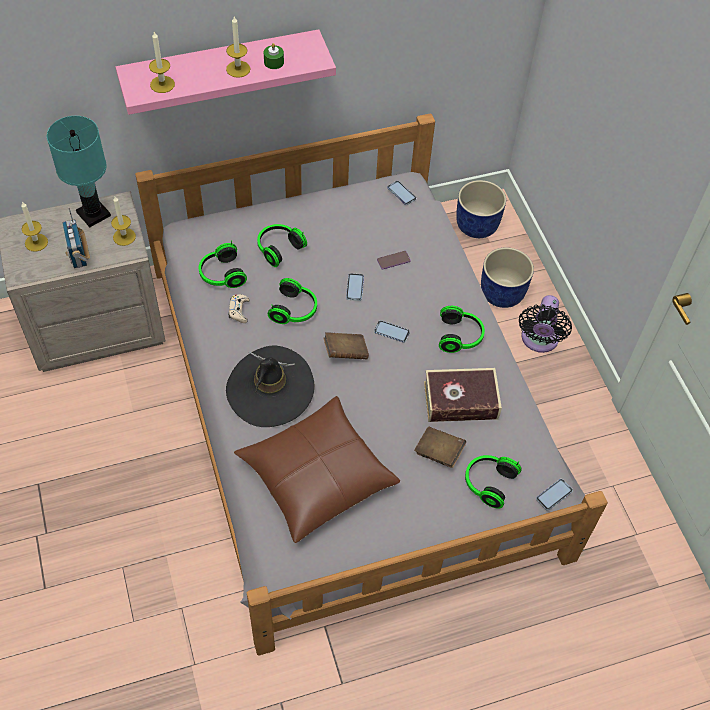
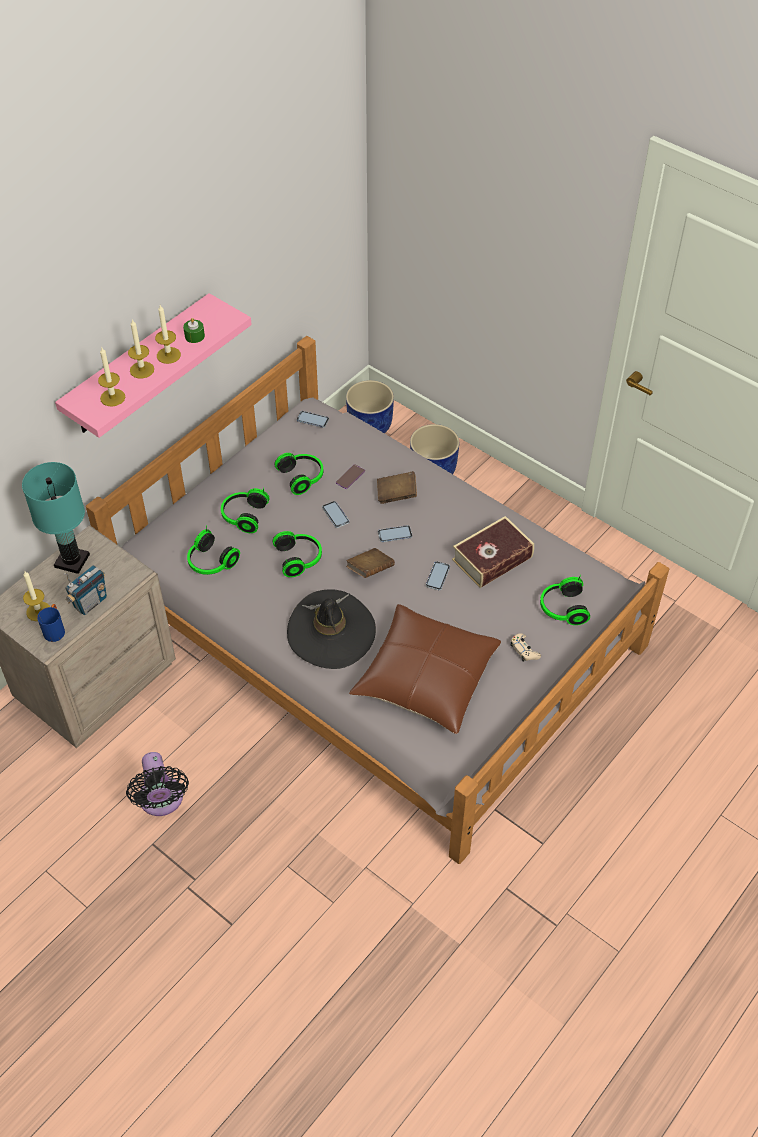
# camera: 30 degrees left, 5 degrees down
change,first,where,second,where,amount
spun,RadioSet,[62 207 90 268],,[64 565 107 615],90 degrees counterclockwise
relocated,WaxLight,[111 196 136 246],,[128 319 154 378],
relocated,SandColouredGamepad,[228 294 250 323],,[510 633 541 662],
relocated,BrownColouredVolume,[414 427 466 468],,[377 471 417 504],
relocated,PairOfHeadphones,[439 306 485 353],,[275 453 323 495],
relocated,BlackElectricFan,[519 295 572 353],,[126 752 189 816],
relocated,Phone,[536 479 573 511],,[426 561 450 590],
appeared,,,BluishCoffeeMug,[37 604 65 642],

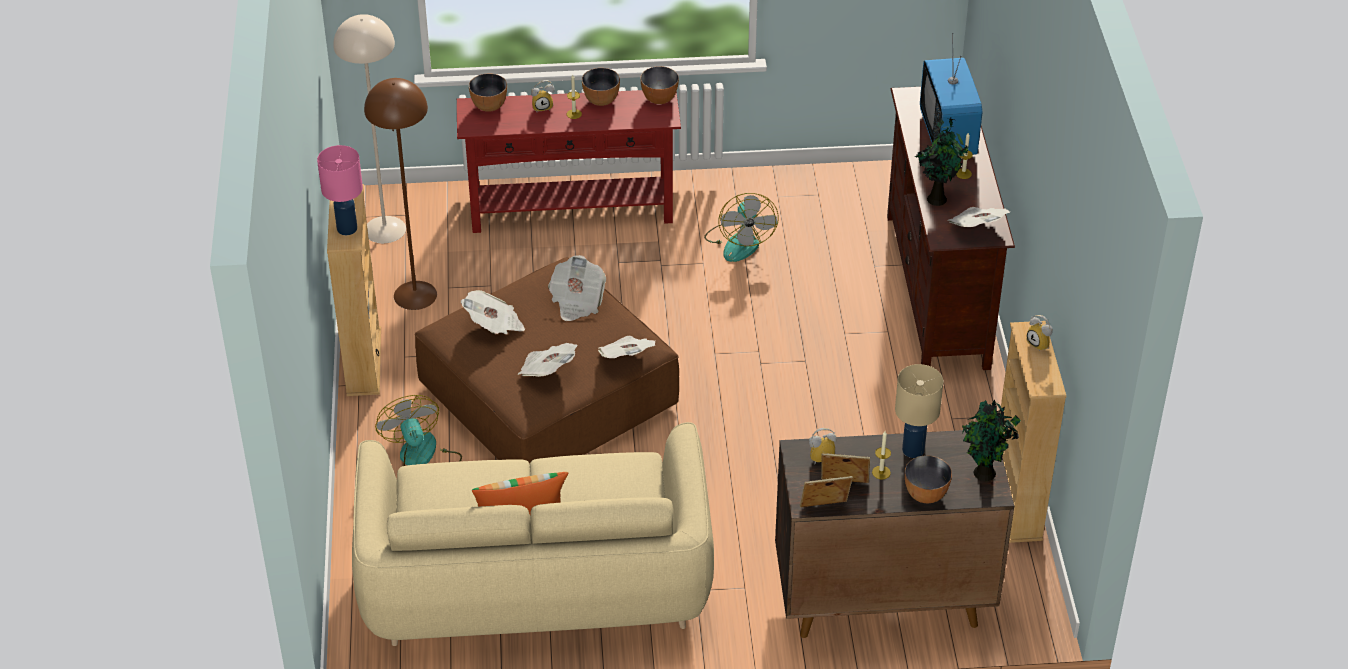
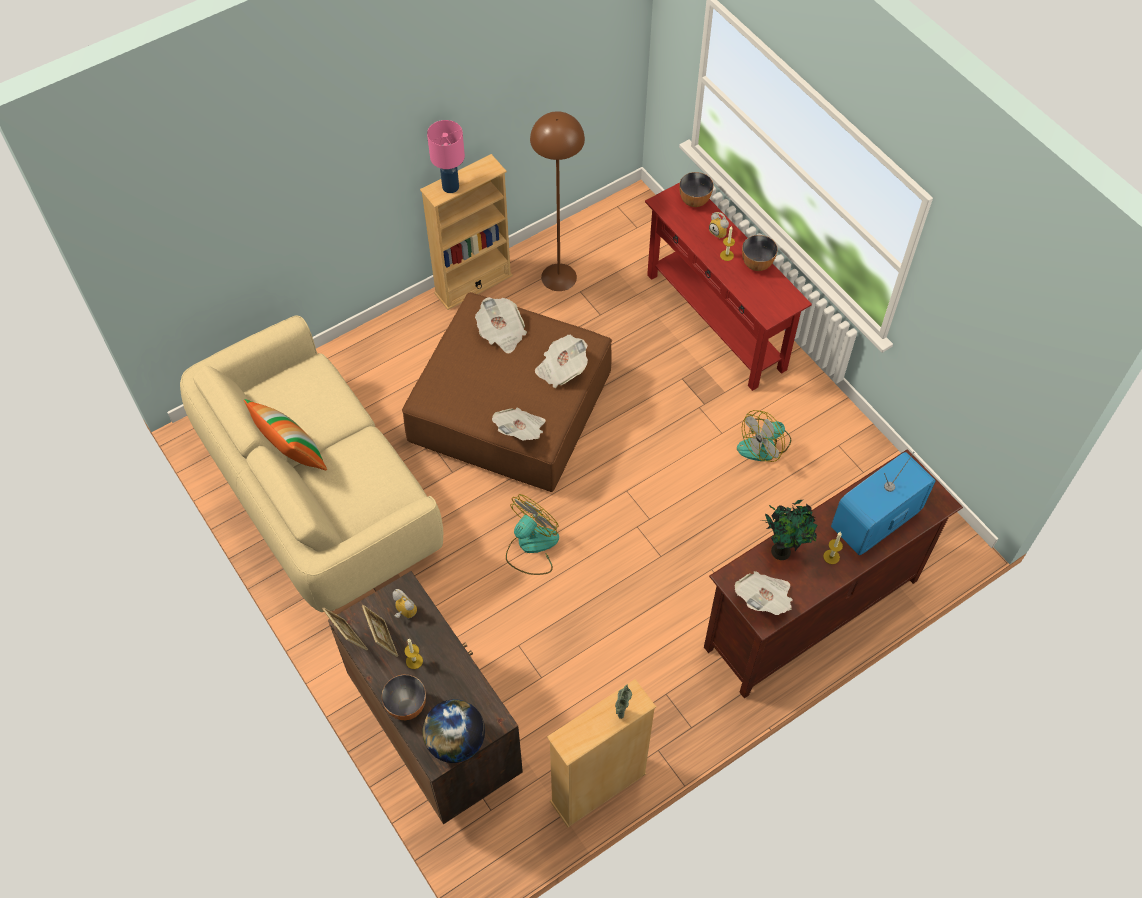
# camera: 60 degrees right, 15 degrees up
change,first,where,second,where,amount
missing,SandColouredStandingLamp,[333 14 406 243],,,
relocated,ElectricFan,[375 395 462 466],,[506 494 559 575],
missing,Newspaper,[518 343 578 377],,,
missing,Bowl,[641 66 679 104],,,
missing,SandColouredTabletopLamp,[895 364 943 458],,,
exchanged,PlantInAPot,[962 400 1021 481],WorldGlobe,[423 699 485 763],
exchanged,AlarmClock,[1027 315 1053 351],GreenColouredVase,[615 684 632 719],

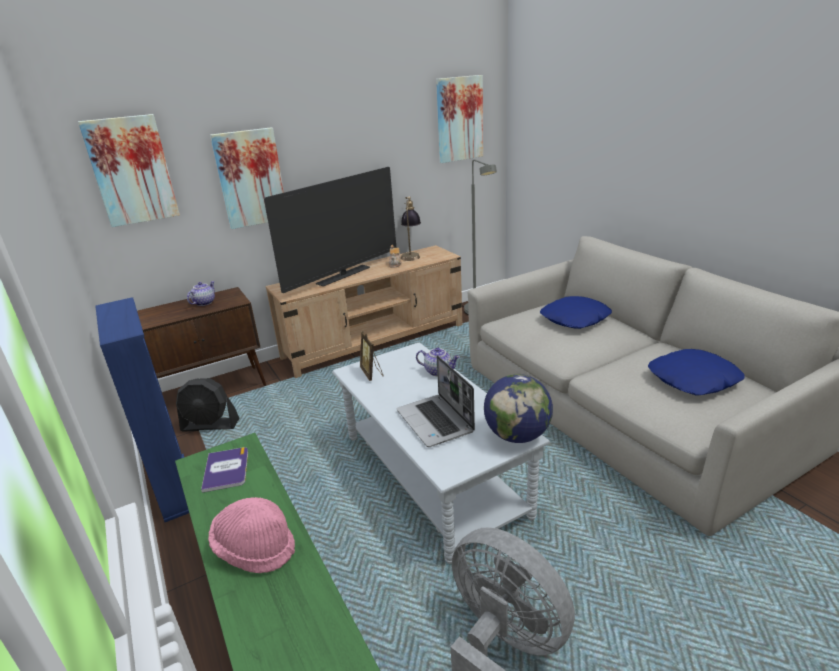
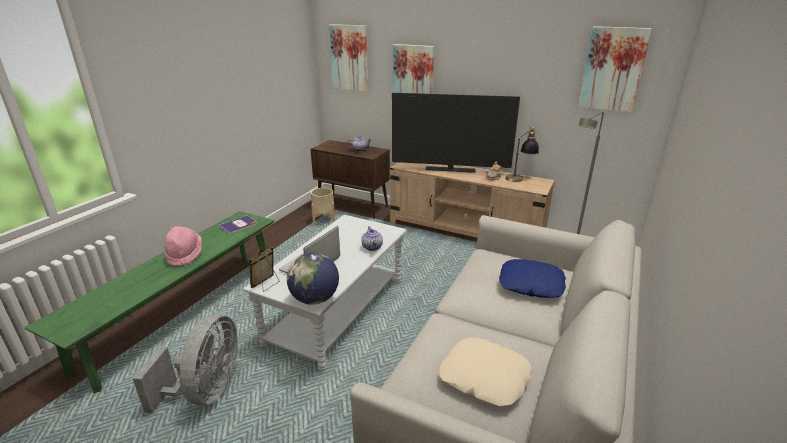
# camera: 55 degrees right, 0 degrees up
change,first,where,second,where,amount
missing,BluishBookcase,[95 297 189 522],,,
exchanged,BlackElectricFan,[176 378 239 431],SandColouredFlowerPot,[311 188 335 225],
relocated,StandingFrame,[360 331 383 381],,[249 247 279 292],
colour,BluishCushion,[648 349 745 396],SandColouredCushion,[439 337 532 407],

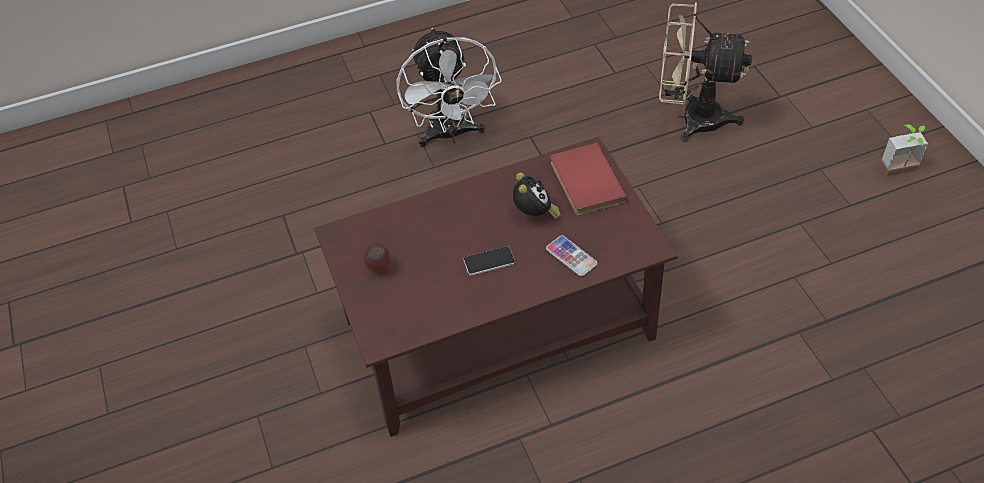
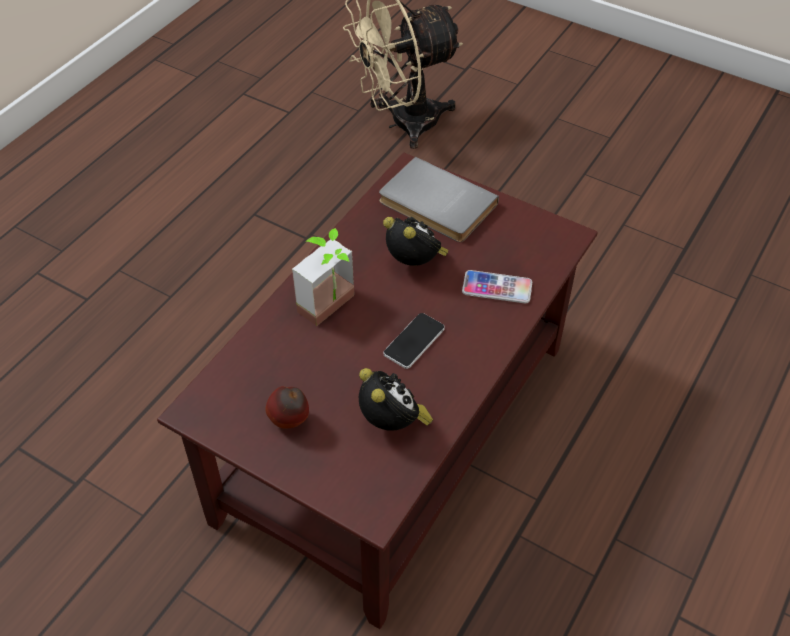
# camera: 40 degrees left, 0 degrees up
change,first,where,second,where,amount
missing,WhitishElectricFan,[397 28 502 147],,,
colour,RedColouredVolume,[551 143 627 216],GrayVolume,[379 157 499 242],
relocated,PlantInAPot,[880 125 928 176],,[292 228 354 326],
appeared,,,AlarmClock,[359 368 433 431],

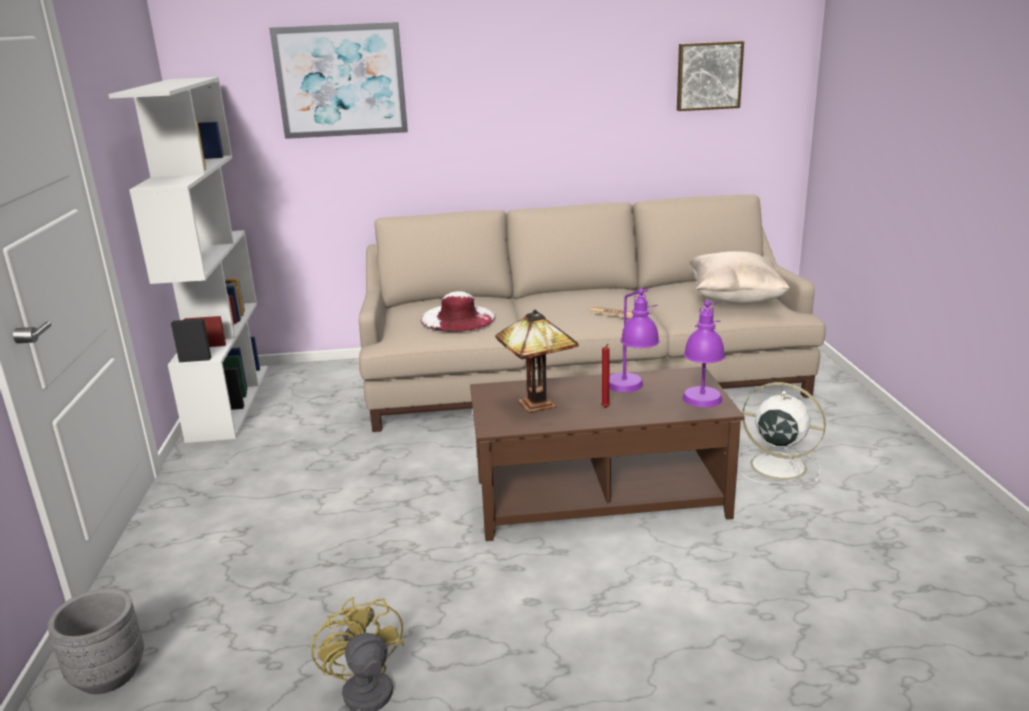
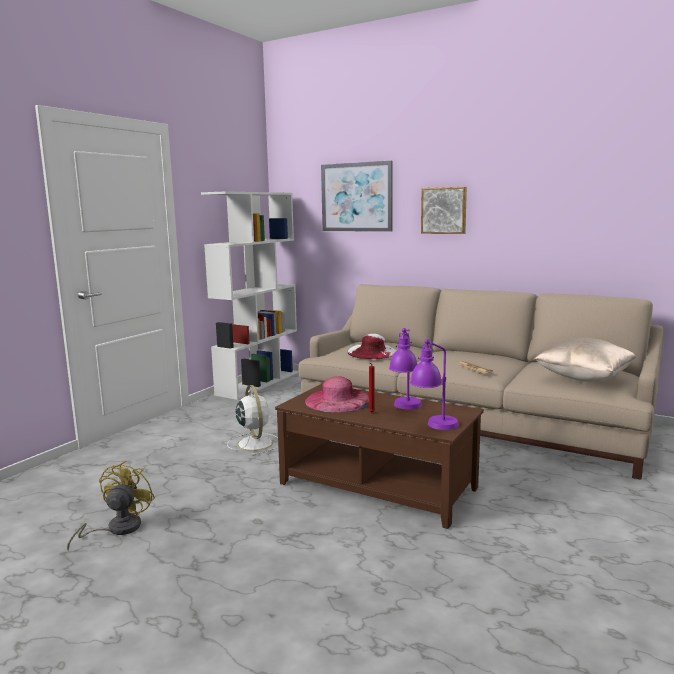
# camera: 35 degrees right, 10 degrees down
change,first,where,second,where,amount
missing,GrayFlowerPot,[48 588 144 694],,,
exchanged,TabletopLamp,[495 309 579 413],PinkishHat,[305 376 369 413],
relocated,WallPicture,[677 41 744 111],,[421 187 467 234],
relocated,WhitishElectricFan,[737 382 826 484],,[227 385 278 456],

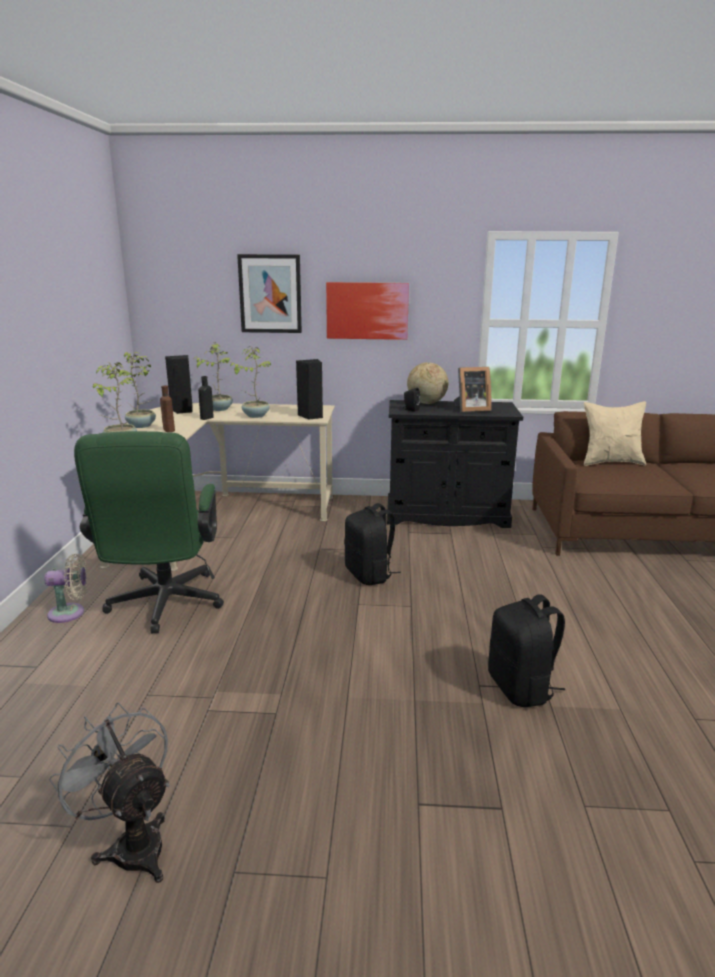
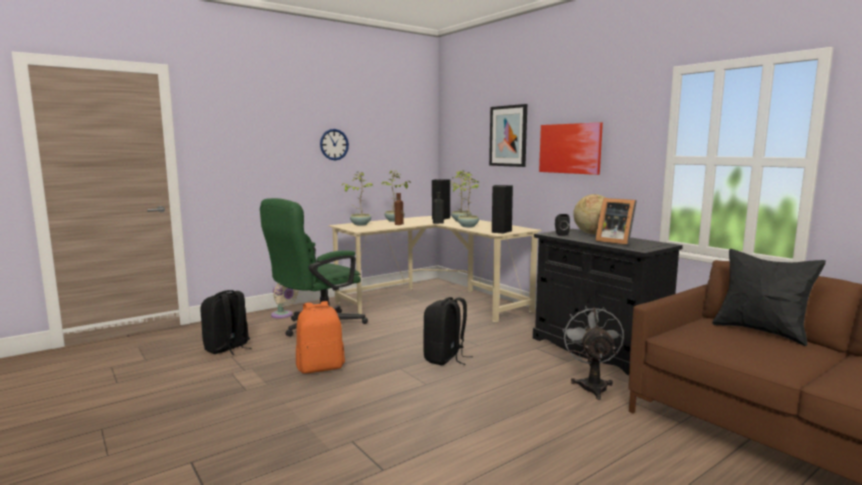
# camera: 50 degrees right, 10 degrees down
change,first,where,second,where,amount
relocated,GrayElectricFan,[49 702 170 883],,[563 306 624 400],
relocated,BlackRucksack,[488 594 565 707],,[201 290 251 355],
colour,SandColouredCushion,[584 401 646 466],BlackCushion,[712 249 826 346],
appeared,,,OrangeyRucksack,[296 301 345 374],
appeared,,,WallClock,[320 129 349 160],

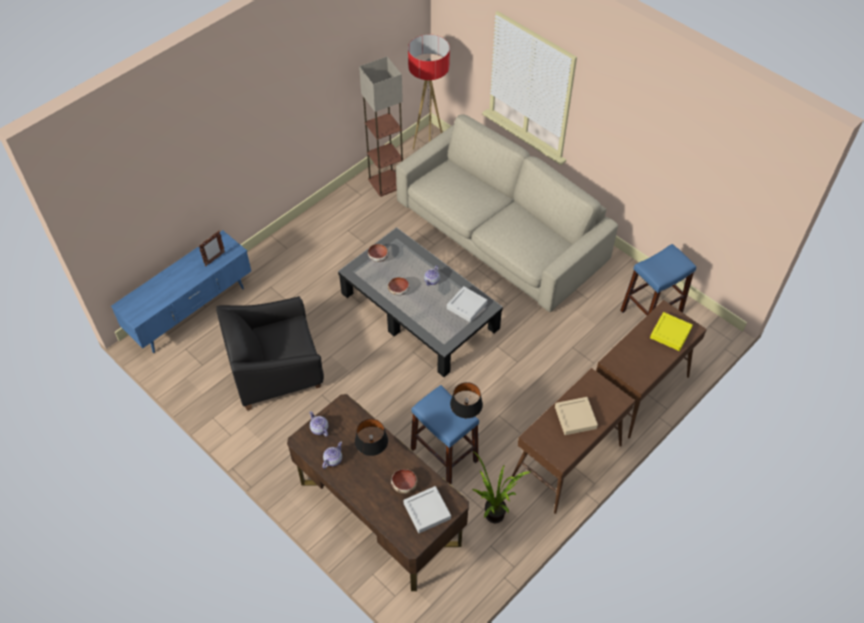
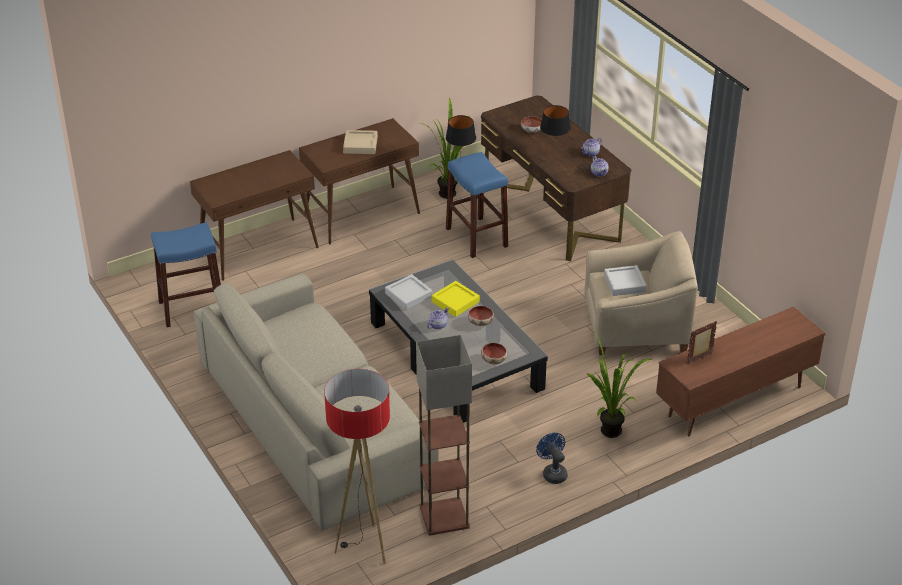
# camera: 165 degrees left, 15 degrees down
change,first,where,second,where,amount
colour,BluishTvUnit,[111 230 251 353],BrownColouredTvUnit,[656 307 825 437],
colour,BlackLoungeChair,[216 296 324 411],SandColouredLoungeChair,[584 231 698 355],
relocated,GrayCarryingTray,[403 486 451 533],,[604 265 647 296],
relocated,YellowishCarryingTray,[650 312 693 351],,[432 281 480 317],
appeared,,,BluishElectricFan,[536 433 568 484],
appeared,,,PlantInAPot,[586 331 652 438],

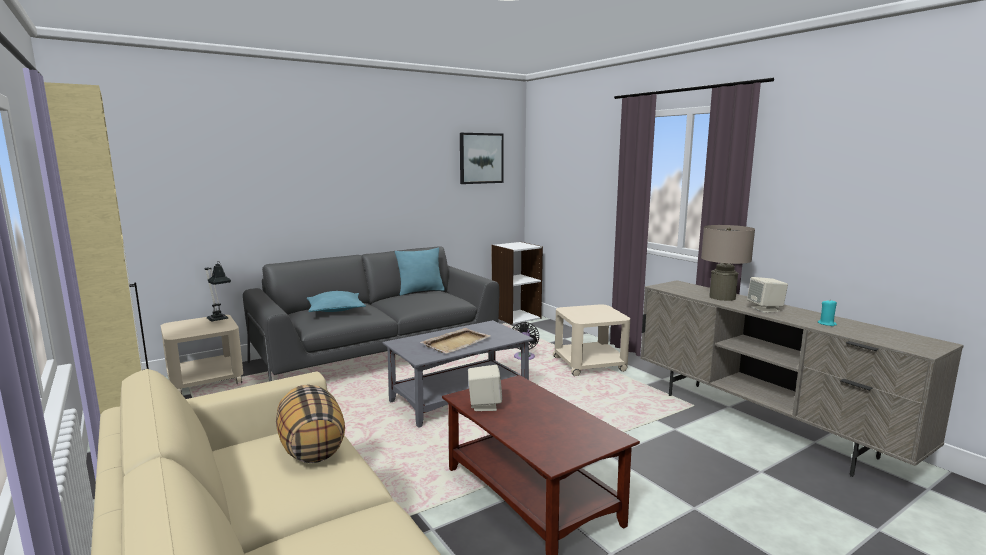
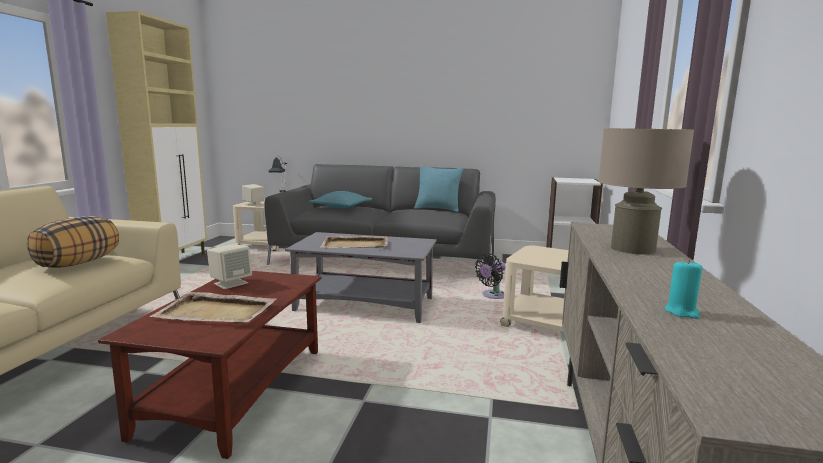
# camera: 45 degrees right, 0 degrees up
change,first,where,second,where,amount
missing,WallPicture,[460 133 504 184],,,
relocated,SandColouredLoudspeaker,[747 277 788 313],,[242 184 264 206],
appeared,,,SandColouredCarryingTray,[150 292 276 323],

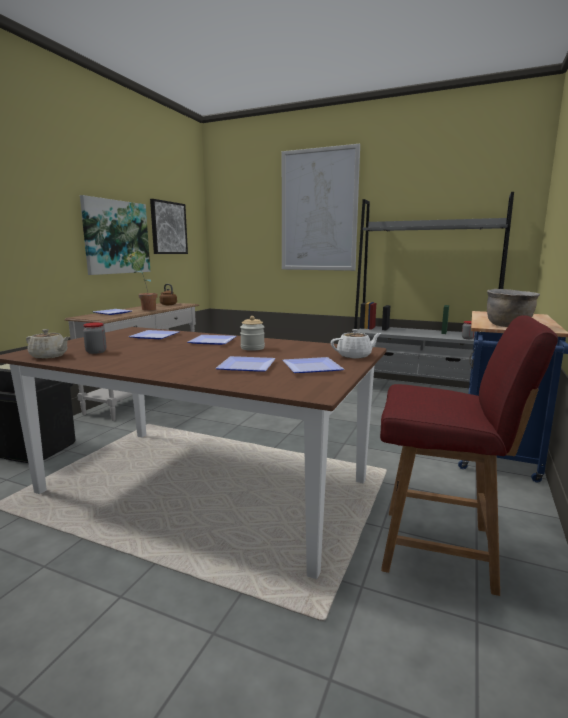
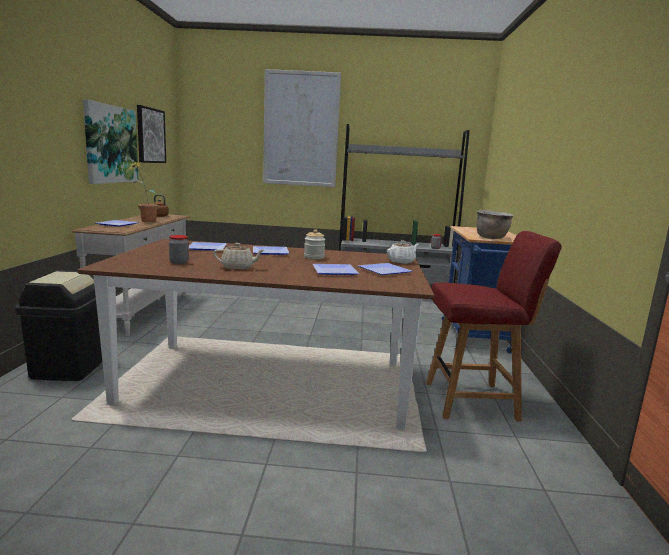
# camera: 20 degrees left, 0 degrees up
change,first,where,second,where,amount
relocated,SandColouredTeapot,[26 329 69 359],,[213 243 264 270],

